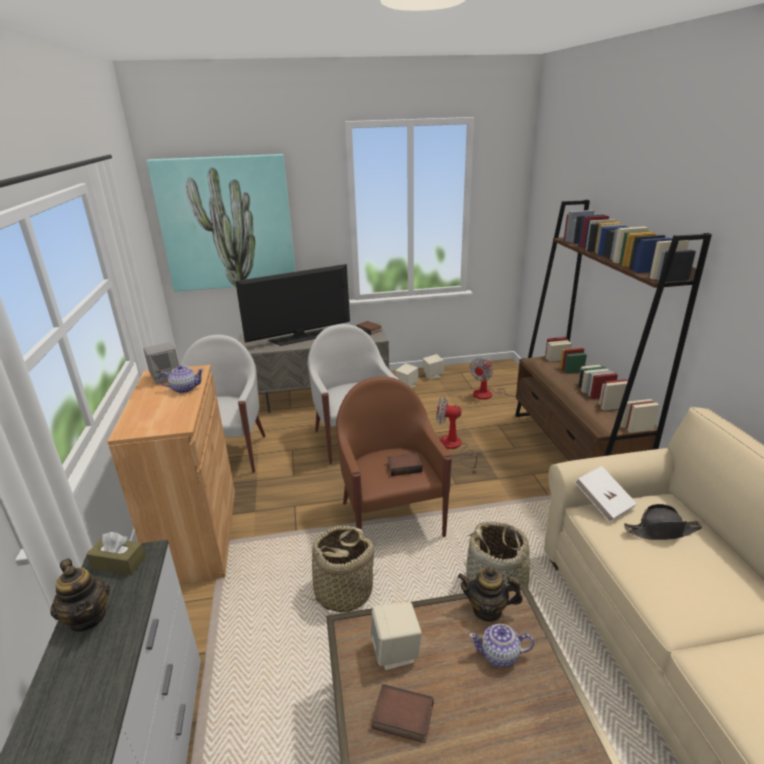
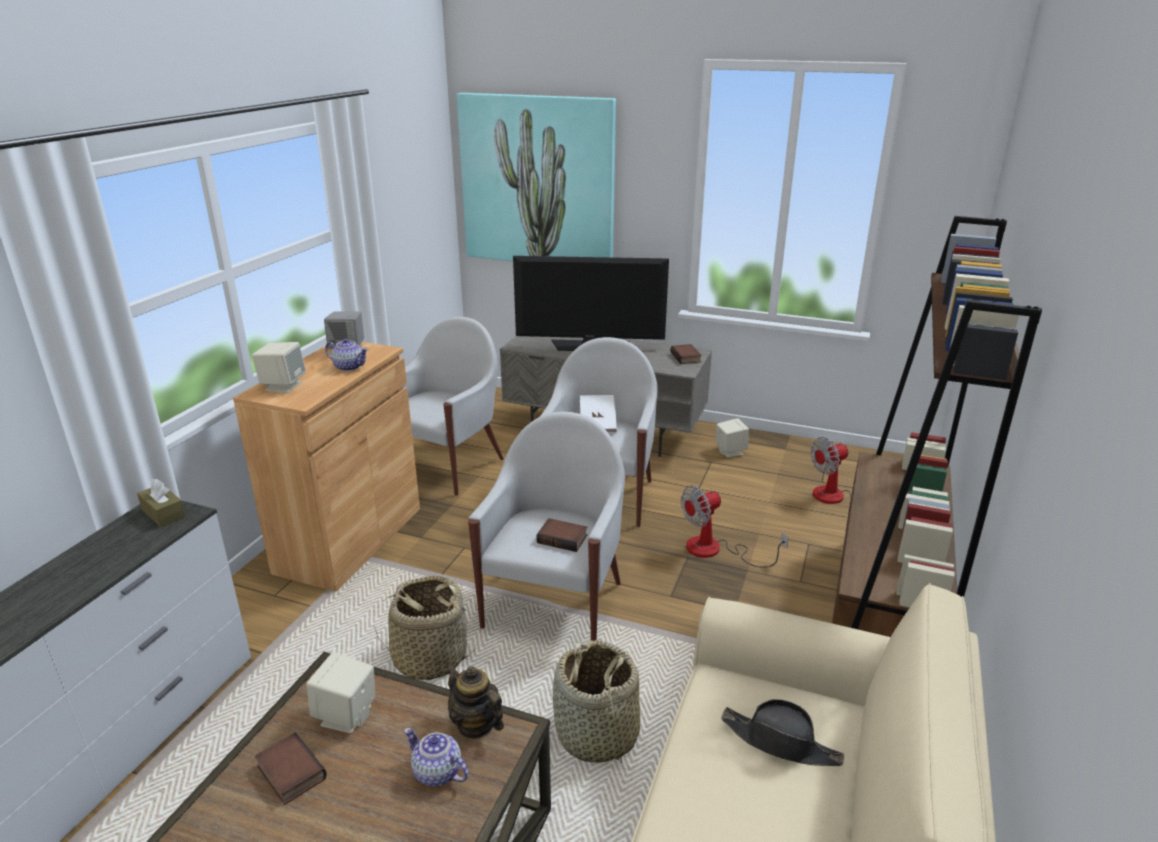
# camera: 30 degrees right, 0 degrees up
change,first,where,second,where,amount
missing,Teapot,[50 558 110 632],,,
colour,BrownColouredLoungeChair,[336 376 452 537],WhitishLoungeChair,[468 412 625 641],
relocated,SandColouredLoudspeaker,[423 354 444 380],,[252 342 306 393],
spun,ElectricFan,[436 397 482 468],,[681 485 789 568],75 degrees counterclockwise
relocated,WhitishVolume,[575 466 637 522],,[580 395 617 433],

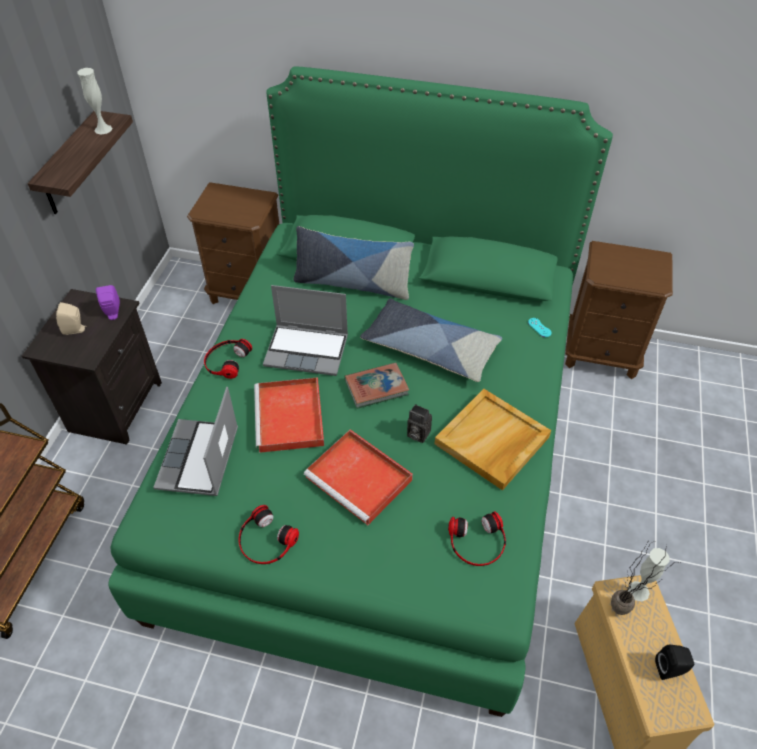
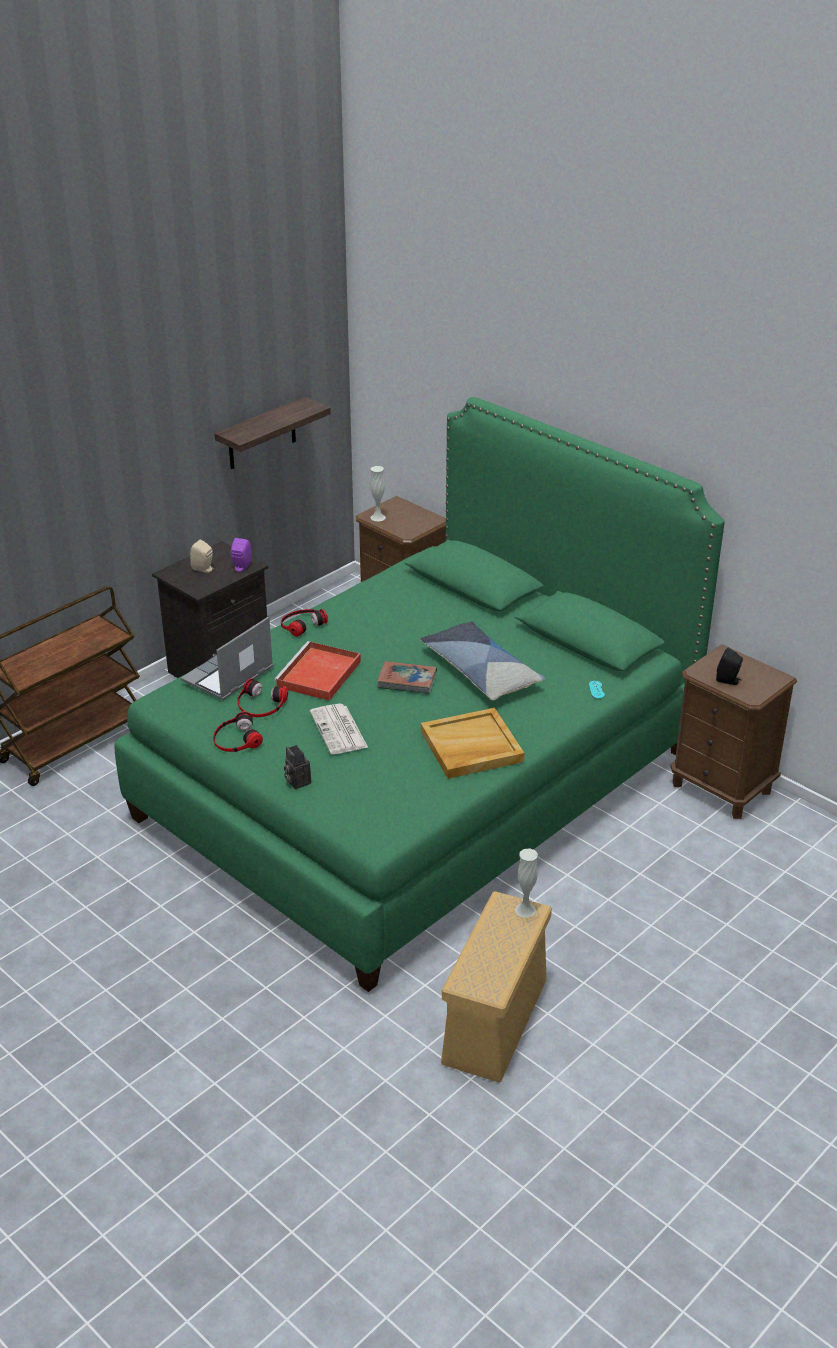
# camera: 30 degrees right, 15 degrees down
change,first,where,second,where,amount
relocated,WhitishVase,[77 68 112 134],,[370 466 386 522],
missing,PortableComputer,[263 285 348 376],,,
missing,Cushion,[293 226 414 300],,,
exchanged,RedColouredCarryingTray,[304 429 413 525],Newspaper,[310 704 368 754],
relocated,StillCamera,[407 404 432 443],,[284 745 311 789],
relocated,PairOfHeadphones,[448 511 506 566],,[237 678 288 717],
missing,PlantInAPot,[611 542 680 615],,,
relocated,BlackLoudspeaker,[655 645 694 680],,[716 648 743 685],

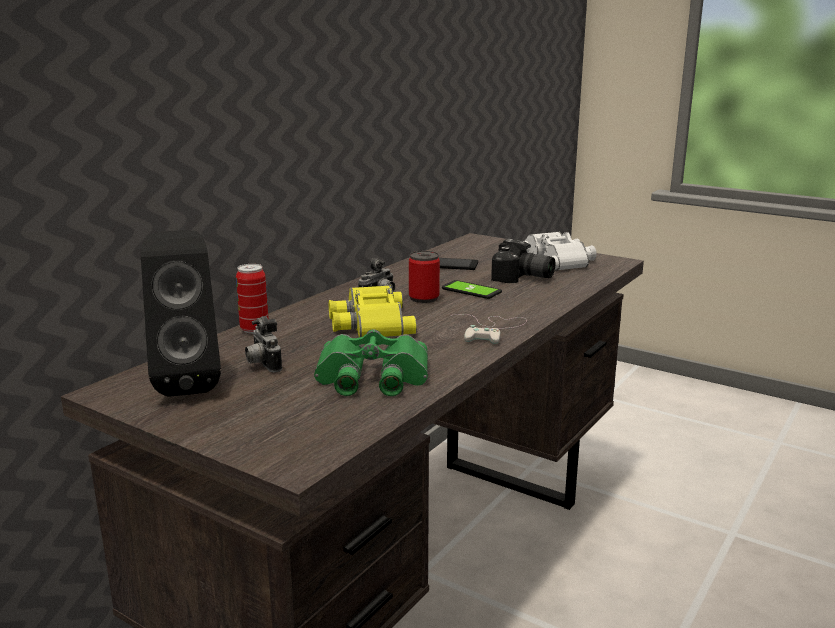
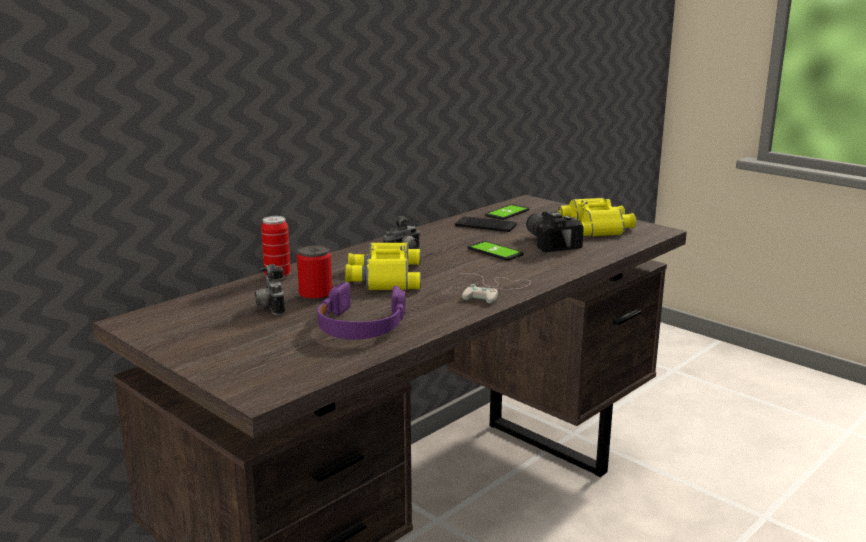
# camera: 10 degrees right, 0 degrees up
change,first,where,second,where,amount
missing,BlackLoudspeaker,[141 230 221 397],,,
exchanged,GreenColouredFieldGlasses,[314 329 428 396],PurplishPairOfHeadphones,[318 282 406 340],
relocated,SealedCan,[409 251 440 303],,[297 245 332 302],
spun,StillCamera,[491 239 555 283],,[526 211 584 252],150 degrees counterclockwise
colour,WhitishFieldGlasses,[524 232 597 271],YellowishFieldGlasses,[558 198 636 237],
appeared,,,Phone,[485 204 529 220],

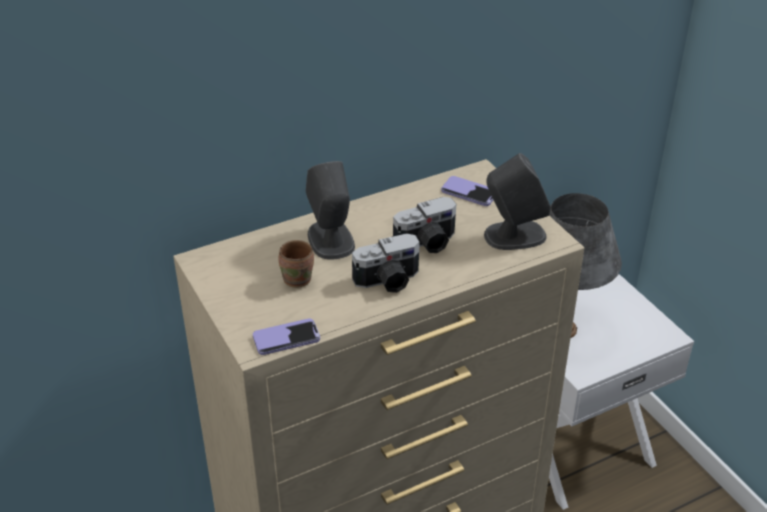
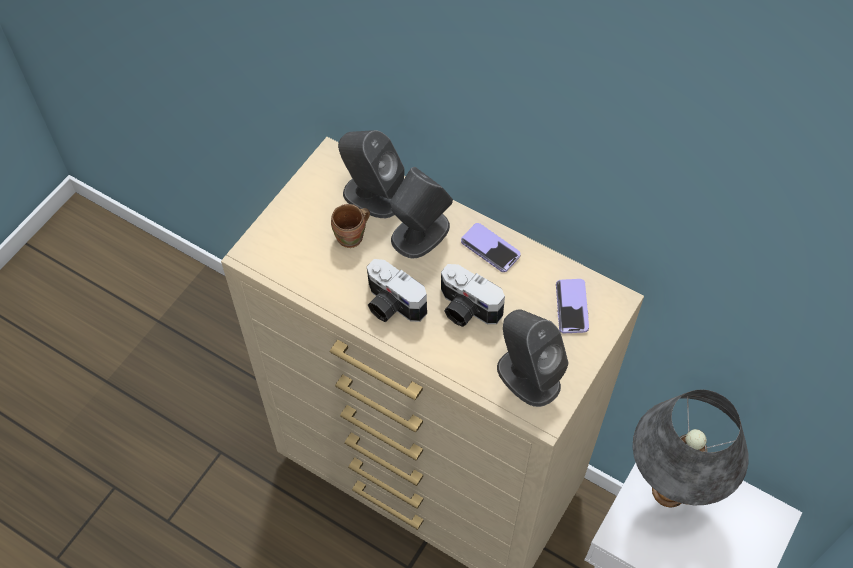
# camera: 60 degrees right, 20 degrees up
change,first,where,second,where,amount
relocated,Phone,[253 318 320 355],,[461 223 521 272],
appeared,,,GrayLoudspeaker,[338 130 405 218],

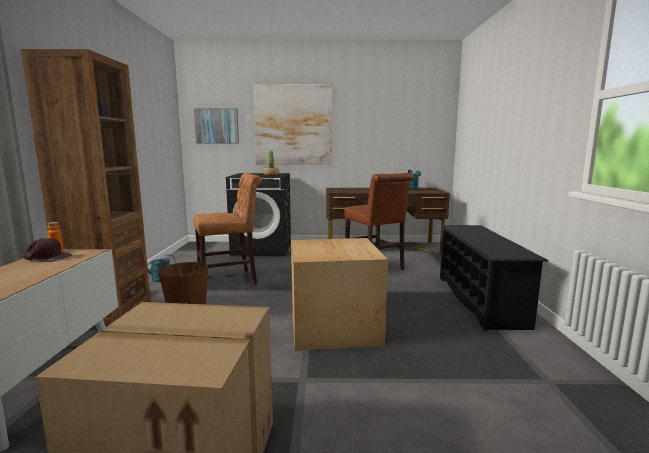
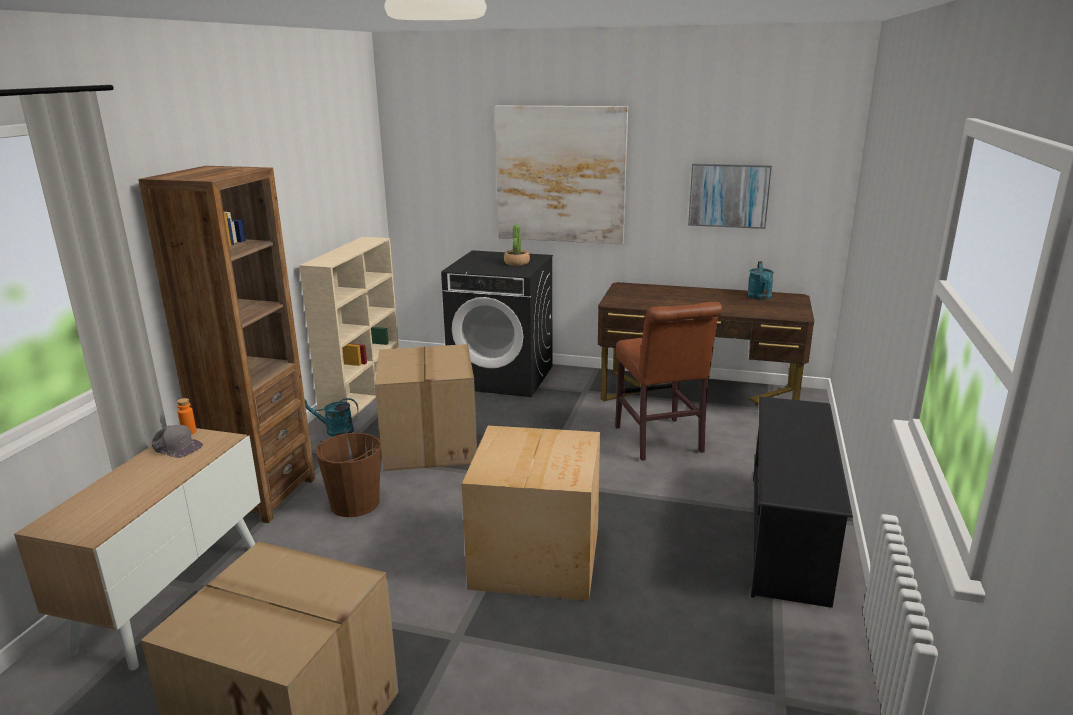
# camera: 15 degrees right, 10 degrees up
change,first,where,second,where,amount
colour,BrownColouredPeakedCap,[24 238 72 262],GrayPeakedCap,[152 425 203 458],
exchanged,BrownColouredPlainChair,[193 173 262 285],PackingBox,[375 344 477 471],
relocated,WallPicture,[194 108 239 144],,[688 164 772 229],
appeared,,,SandColouredBookcase,[299 237 399 418],

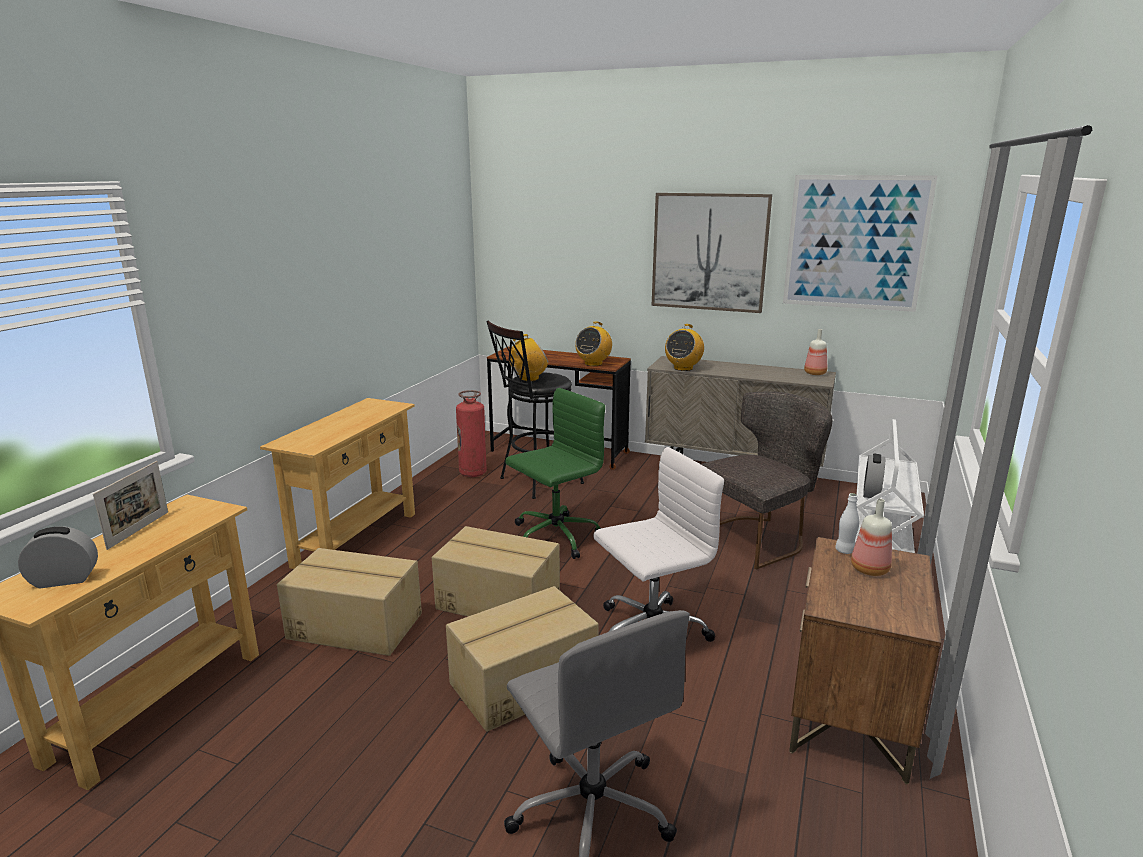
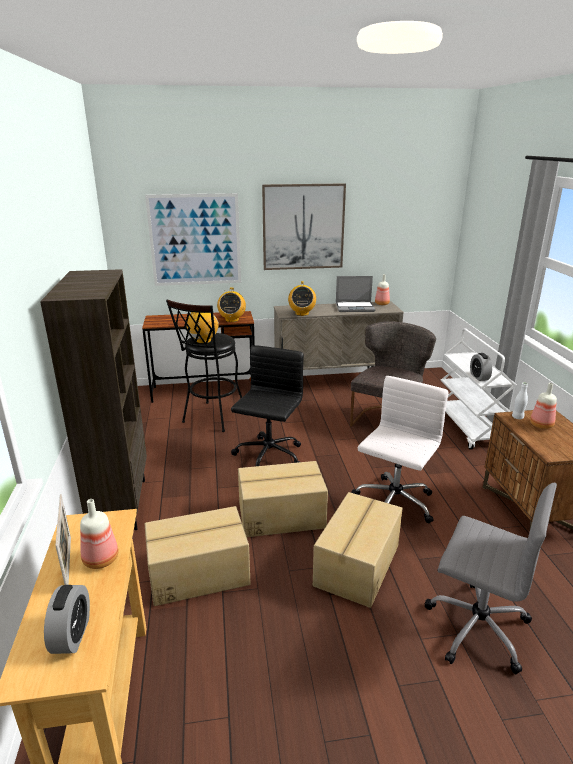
# camera: 30 degrees left, 5 degrees up
change,first,where,second,where,amount
spun,AlarmClock,[18 526 98 589],,[44 585 90 654],135 degrees clockwise
exchanged,SandColouredConsoleTable,[260 398 415 569],BrownColouredBookcase,[40 269 147 530],
missing,FireExtinguisher,[456 390 487 477],,,
colour,GreenColouredComputerChair,[505 388 605 559],BlackComputerChair,[231 345 304 466],
relocated,WallPicture,[783 175 937 312],,[145 193 241 286],
appeared,,,Bottle,[80 499 119 569],
appeared,,,PortableComputer,[336 276 376 312],

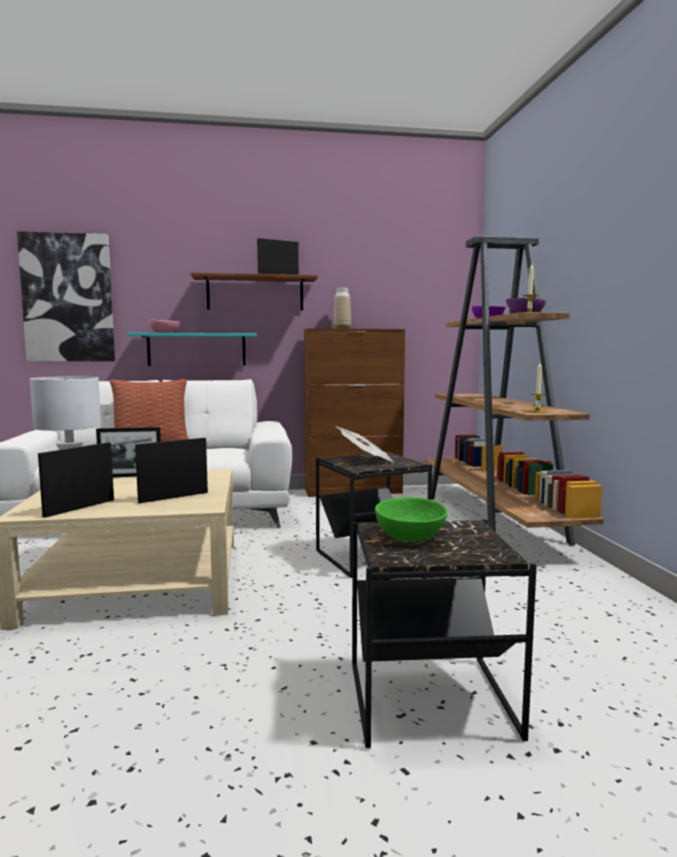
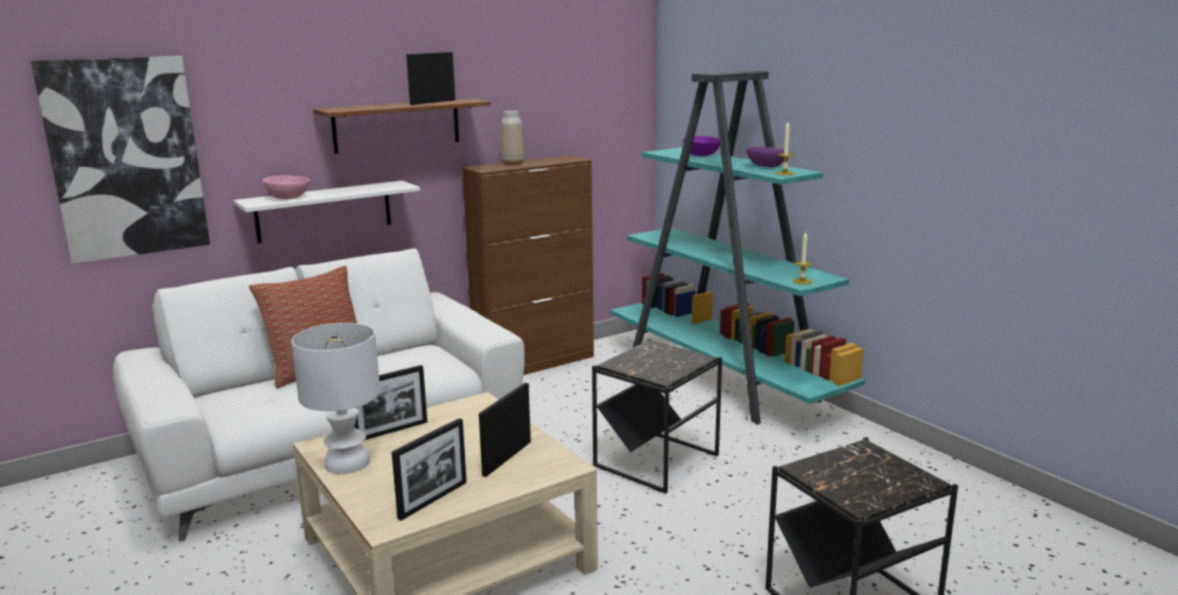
# camera: 25 degrees left, 10 degrees up
change,first,where,second,where,amount
spun,StandingFrame,[38 442 114 518],,[392 418 467 521],150 degrees counterclockwise
colour,TurquoiseColouredWallShelf,[127 333 257 366],WhitishWallShelf,[234 181 420 243],
missing,Newspaper,[335 426 394 462],,,
missing,GreenColouredBowl,[375 497 448 542],,,
colour,BrownColouredBookcase,[424 236 604 545],TurquoiseColouredBookcase,[610 71 865 424],

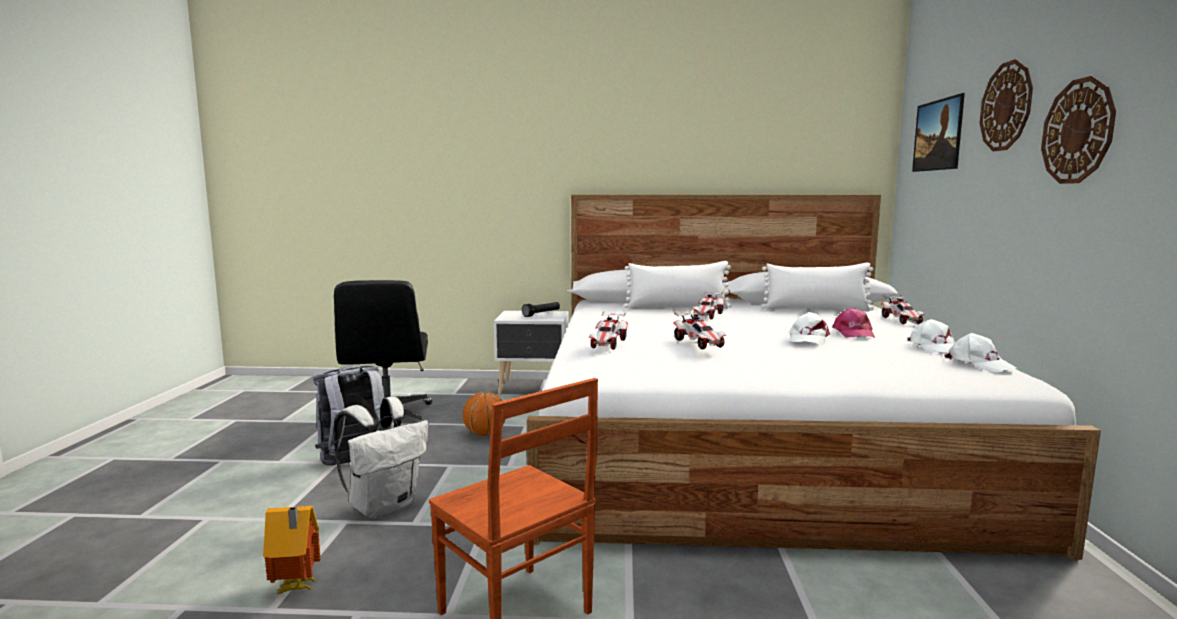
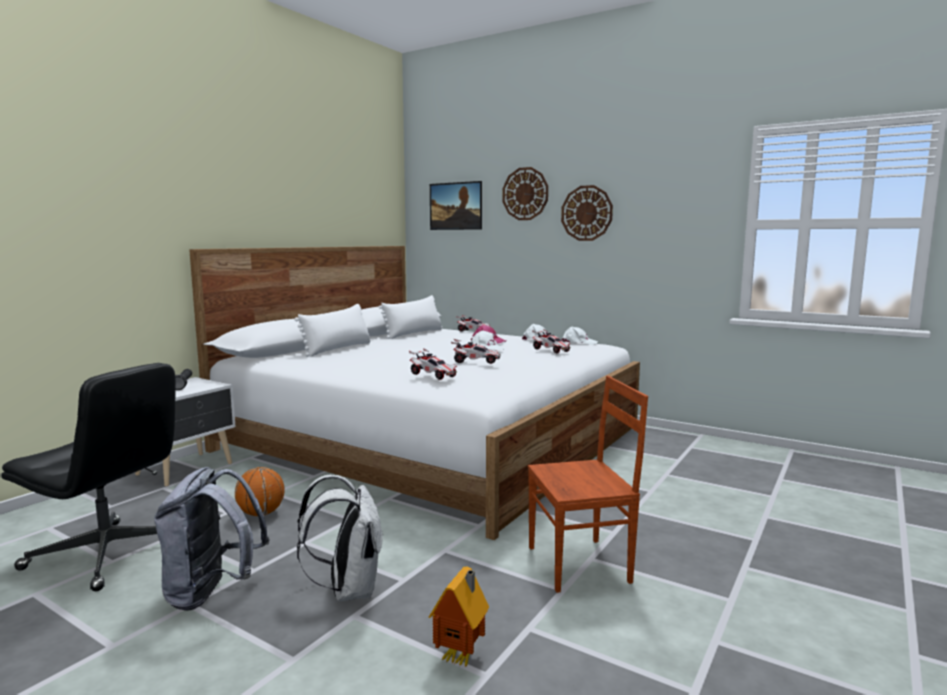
# camera: 60 degrees left, 0 degrees up
change,first,where,second,where,amount
relocated,ToyCar,[692 290 725 319],,[532 329 571 353],

